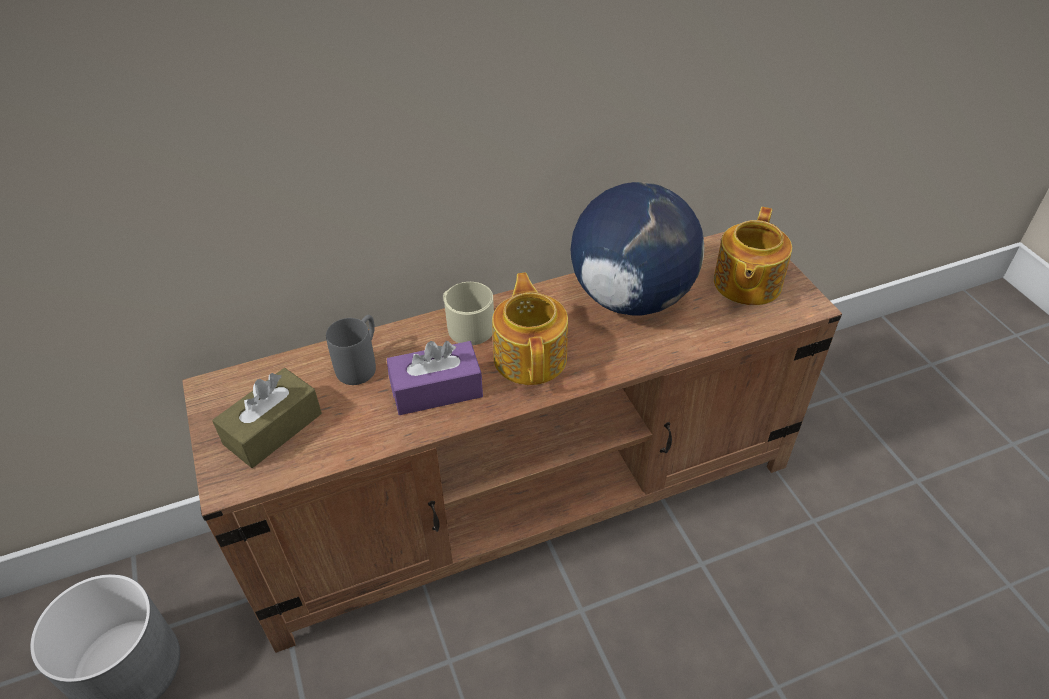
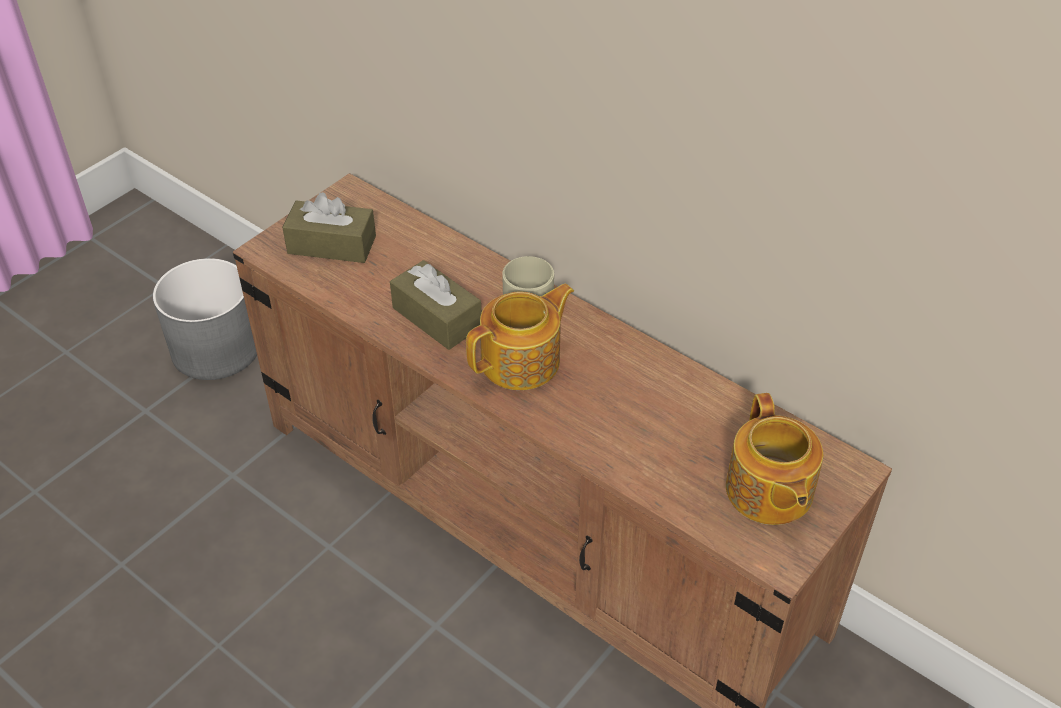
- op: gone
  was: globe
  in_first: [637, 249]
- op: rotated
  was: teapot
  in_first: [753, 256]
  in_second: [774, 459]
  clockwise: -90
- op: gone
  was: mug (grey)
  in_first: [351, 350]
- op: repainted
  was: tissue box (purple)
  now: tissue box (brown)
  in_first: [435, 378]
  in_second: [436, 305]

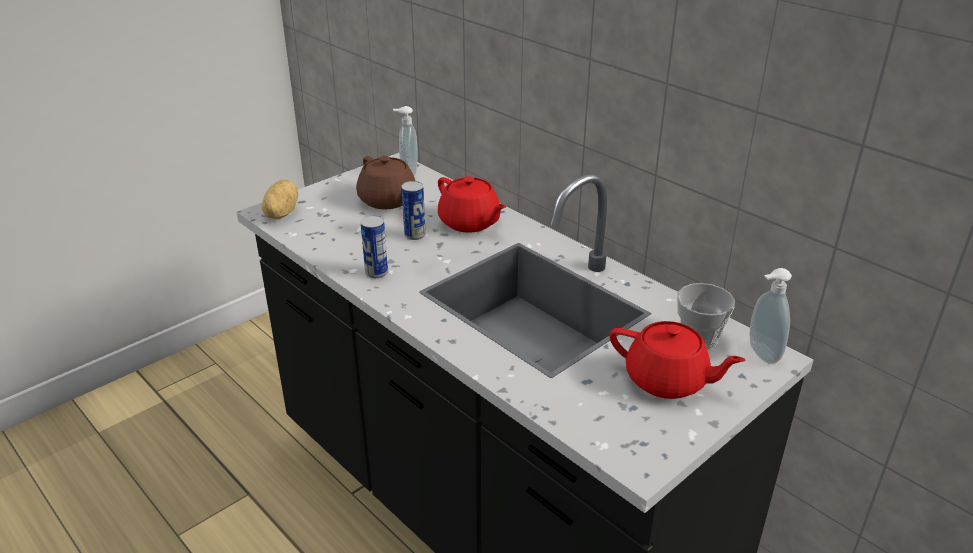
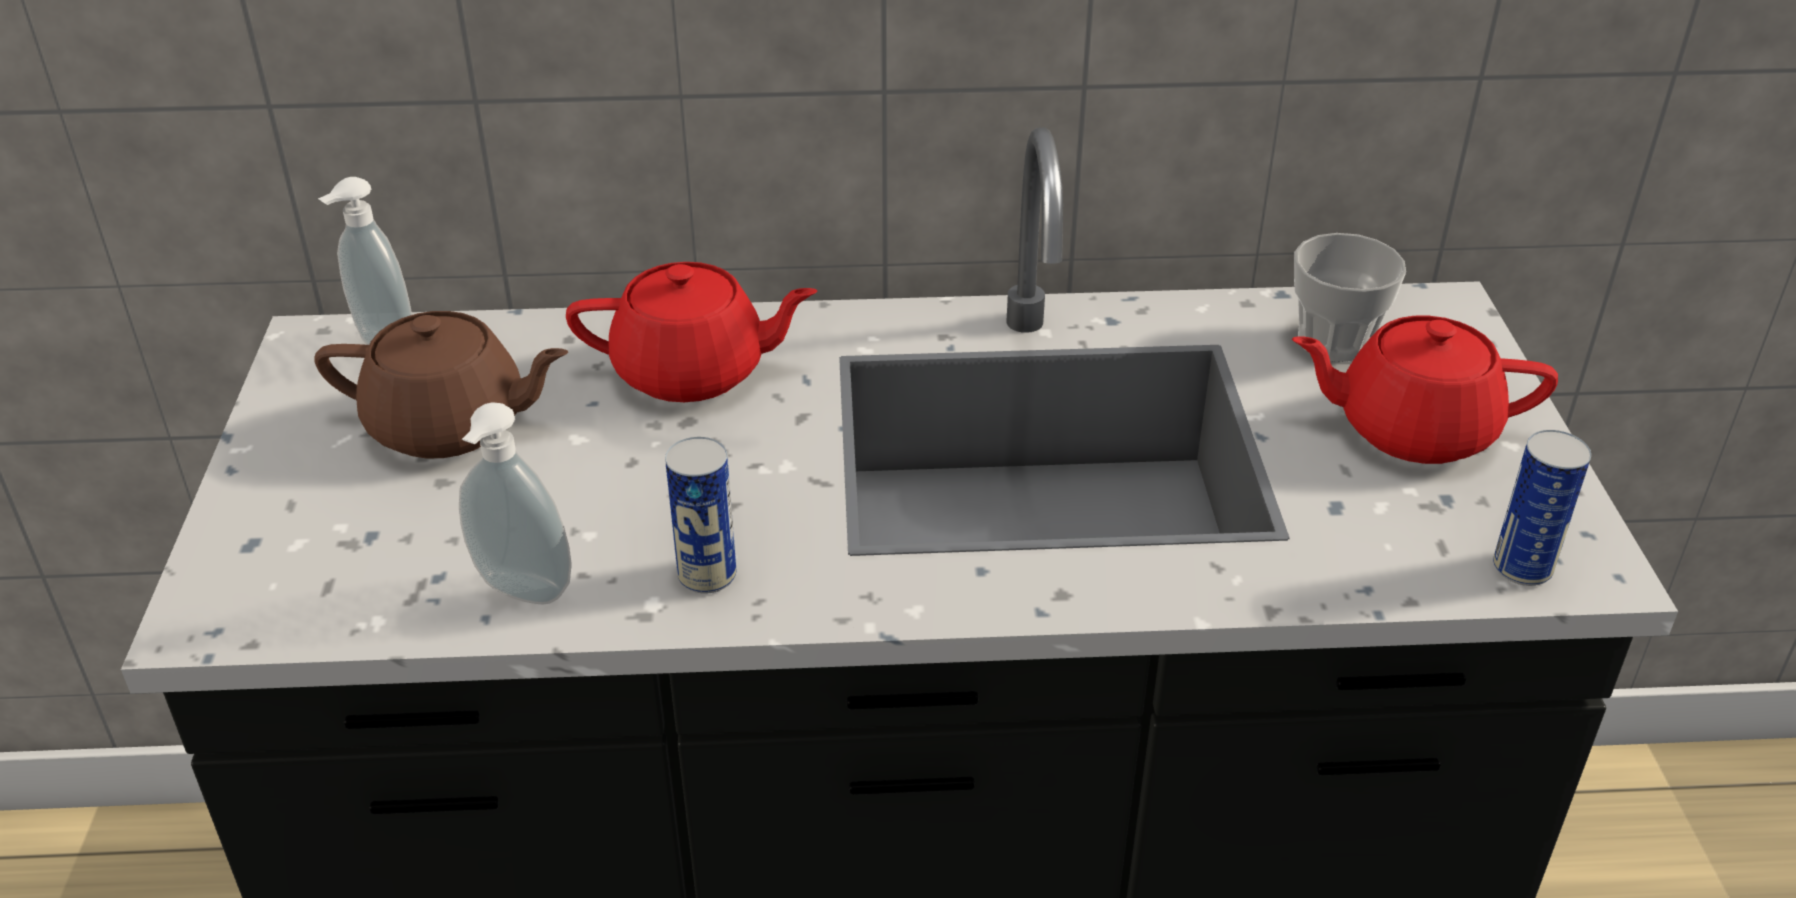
- op: gone
  was: potato
  in_first: [279, 199]
- op: shifted
  was: can
  in_first: [413, 210]
  in_second: [1542, 508]
- op: shifted
  was: soap dispenser
  in_first: [770, 316]
  in_second: [515, 503]
- op: rotated
  was: teapot (red)
  in_first: [678, 360]
  in_second: [1425, 390]
  clockwise: -150

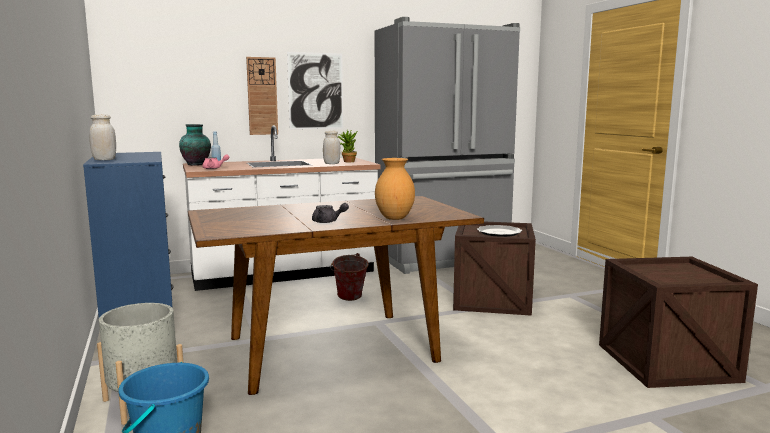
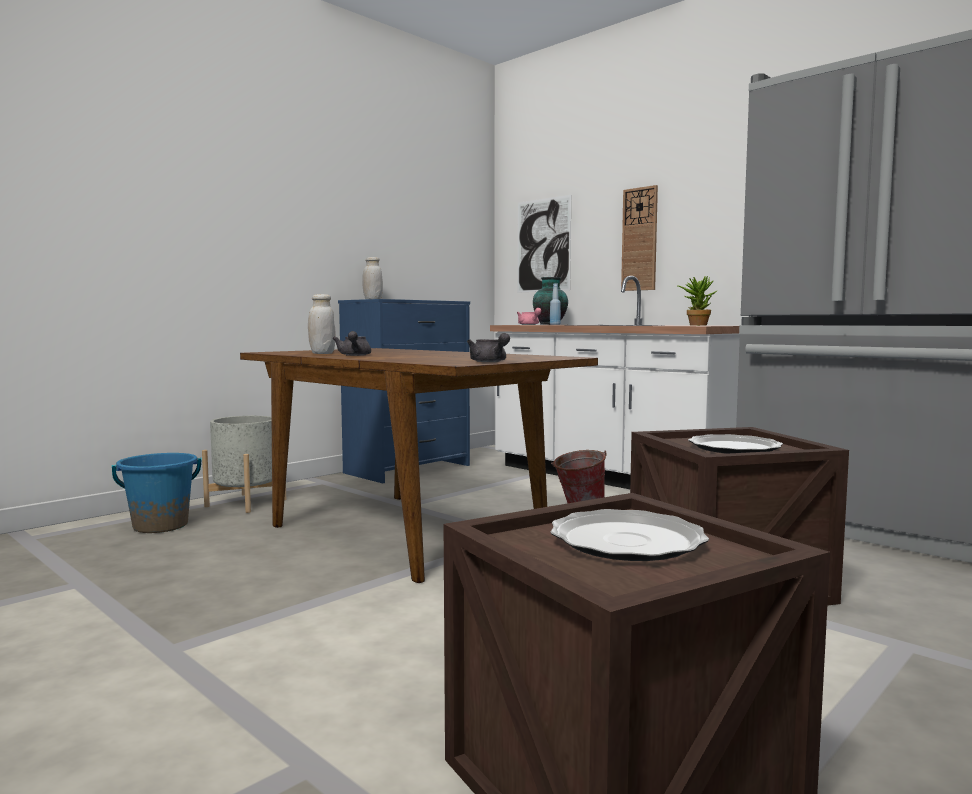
- op: shifted
  was: picture
  in_first: [315, 90]
  in_second: [544, 244]
- op: shifted
  was: jar (white)
  in_first: [331, 147]
  in_second: [322, 324]
- op: gone
  was: vase (brown)
  in_first: [395, 189]
- op: new
  now: teapot (grey)
  in_second: [488, 347]
- op: new
  now: plate
  in_second: [629, 535]

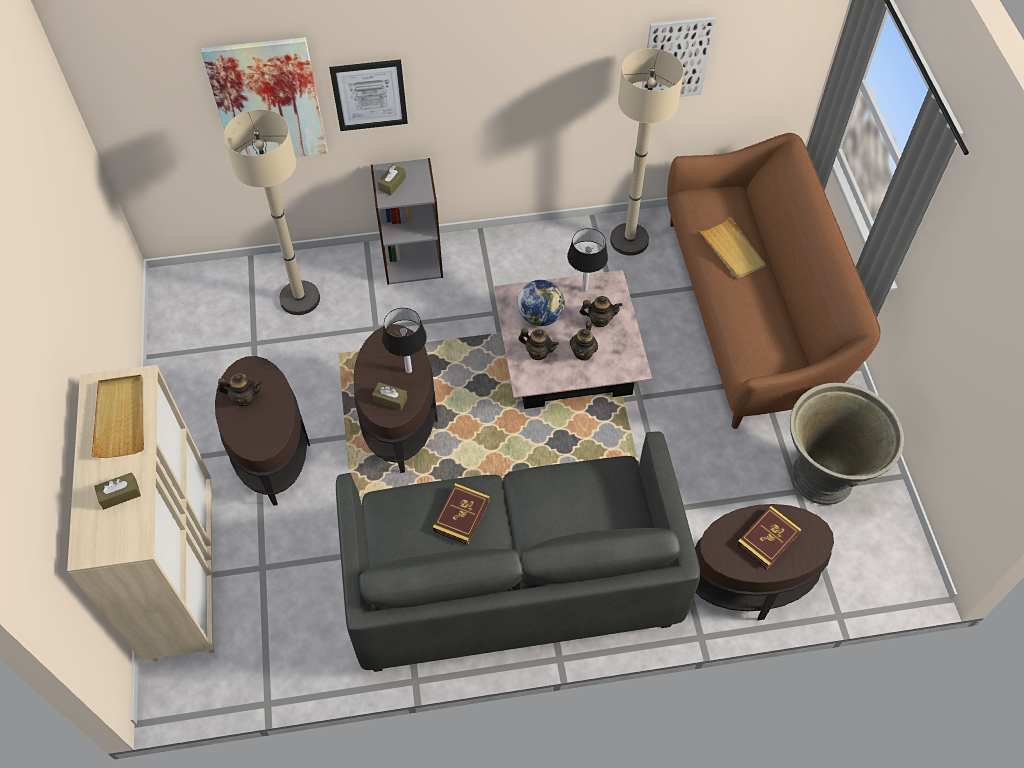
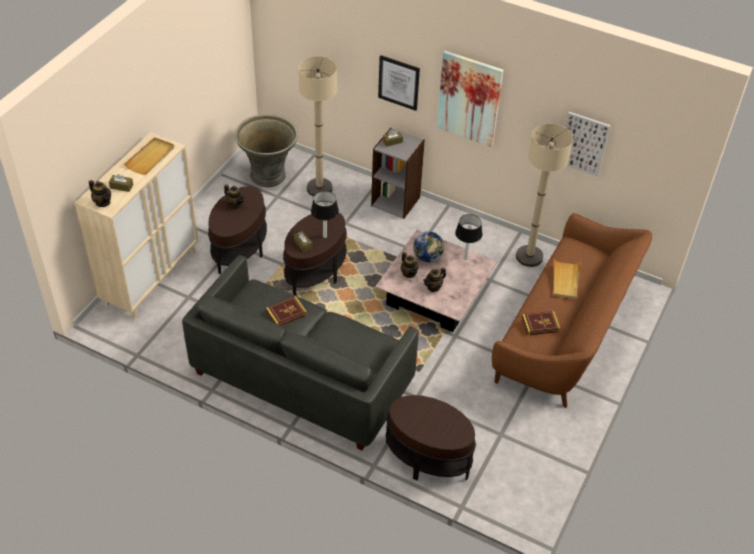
- op: shifted
  was: picture
  in_first: [264, 97]
  in_second: [470, 99]
- op: shifted
  was: teapot
  in_first: [601, 311]
  in_second: [100, 193]
- op: shifted
  was: planter (grey)
  in_first: [847, 444]
  in_second: [266, 150]
- op: shifted
  was: book
  in_first: [769, 537]
  in_second: [541, 323]

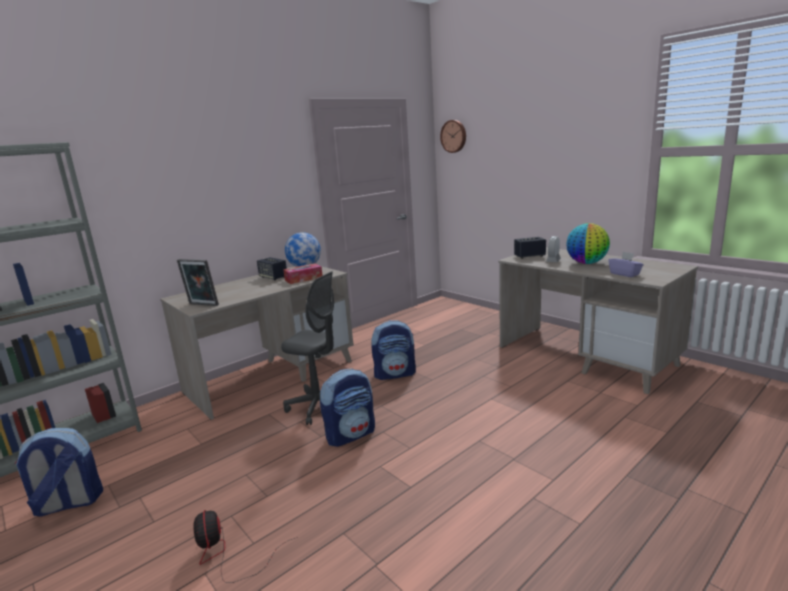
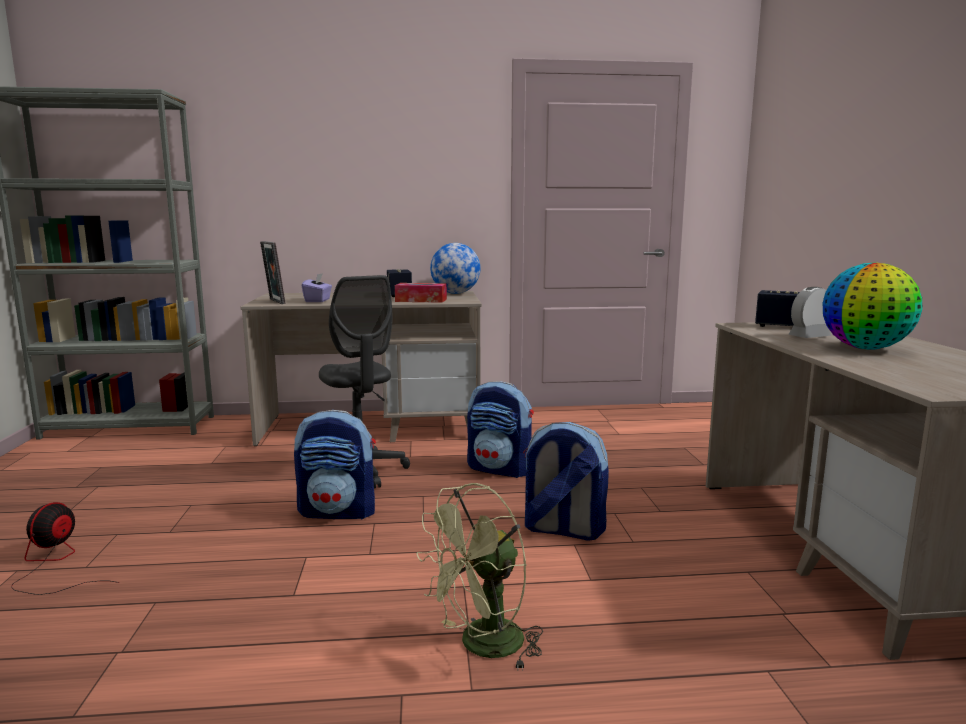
- op: gone
  was: wall clock
  in_first: [453, 136]
- op: shifted
  was: tissue box (purple)
  in_first: [626, 264]
  in_second: [317, 287]
- op: shifted
  was: backpack
  in_first: [58, 472]
  in_second: [566, 481]
- op: new
  now: fan (green)
  in_second: [479, 577]

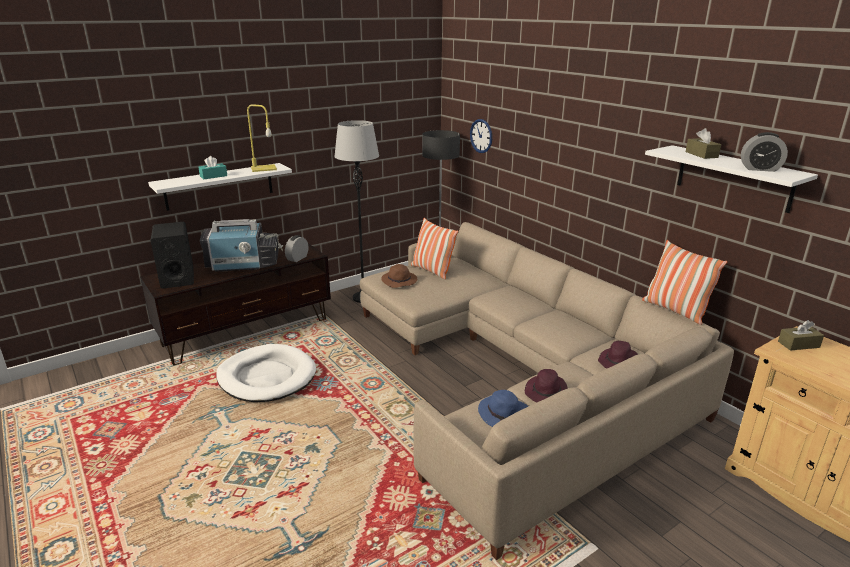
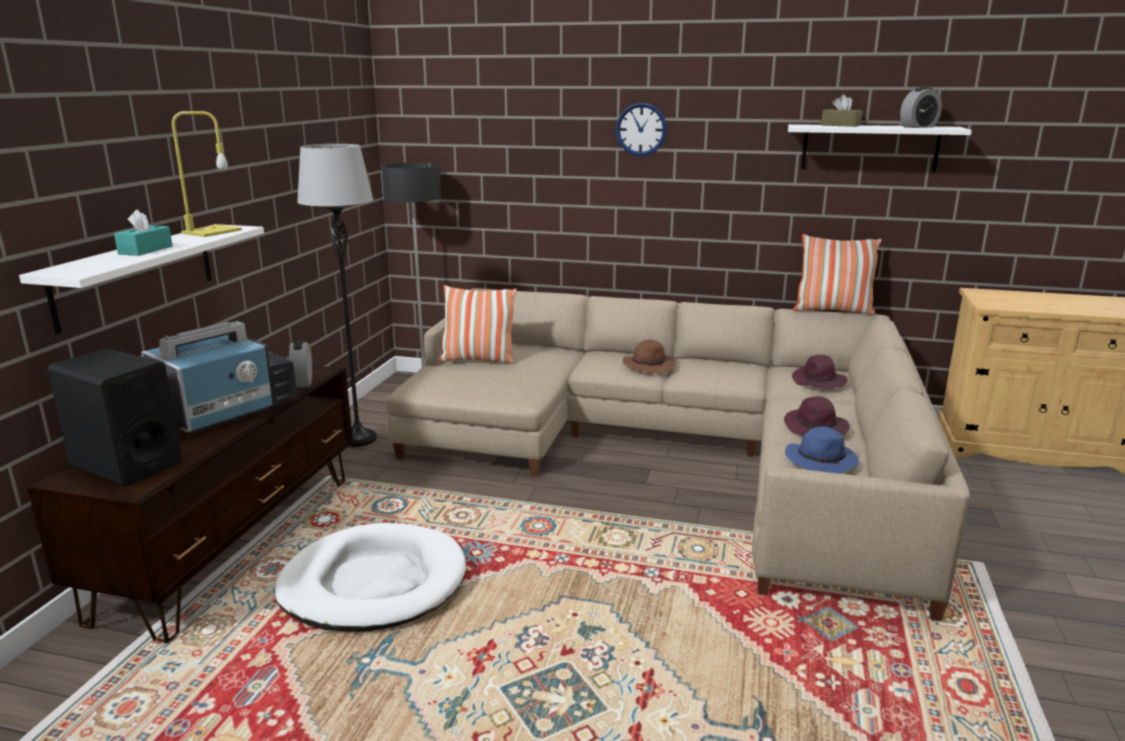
- op: shifted
  was: wall clock
  in_first: [481, 136]
  in_second: [641, 129]
- op: shifted
  was: hat (brown)
  in_first: [399, 276]
  in_second: [649, 357]
- op: gone
  was: tissue box (brown)
  in_first: [801, 335]

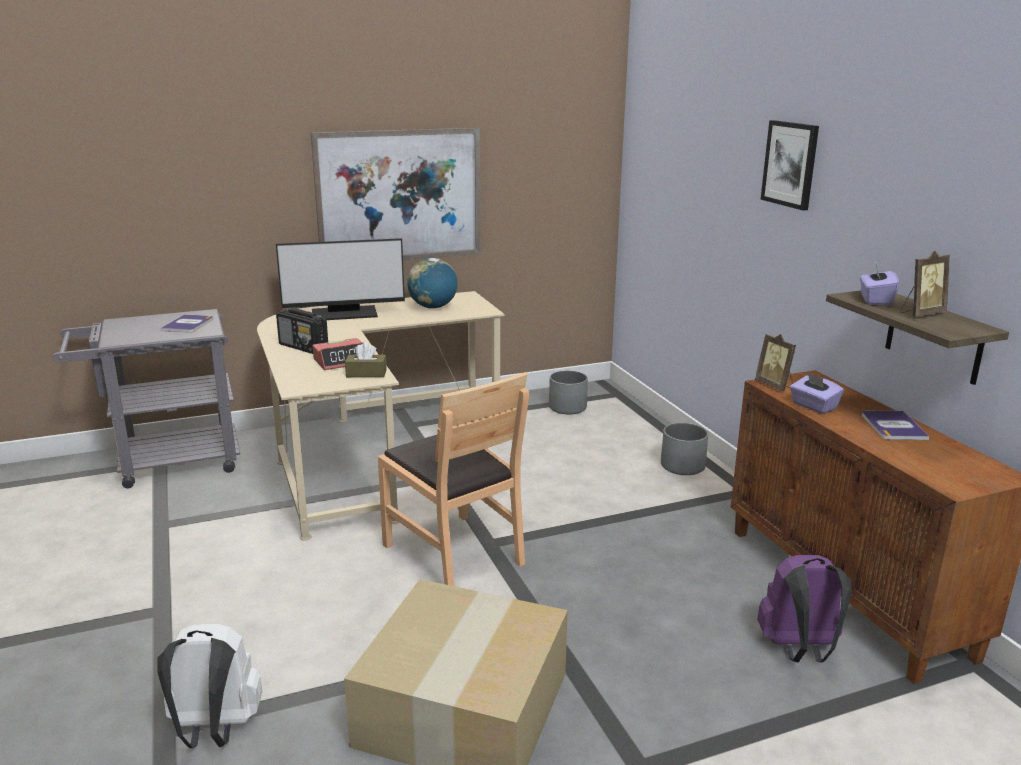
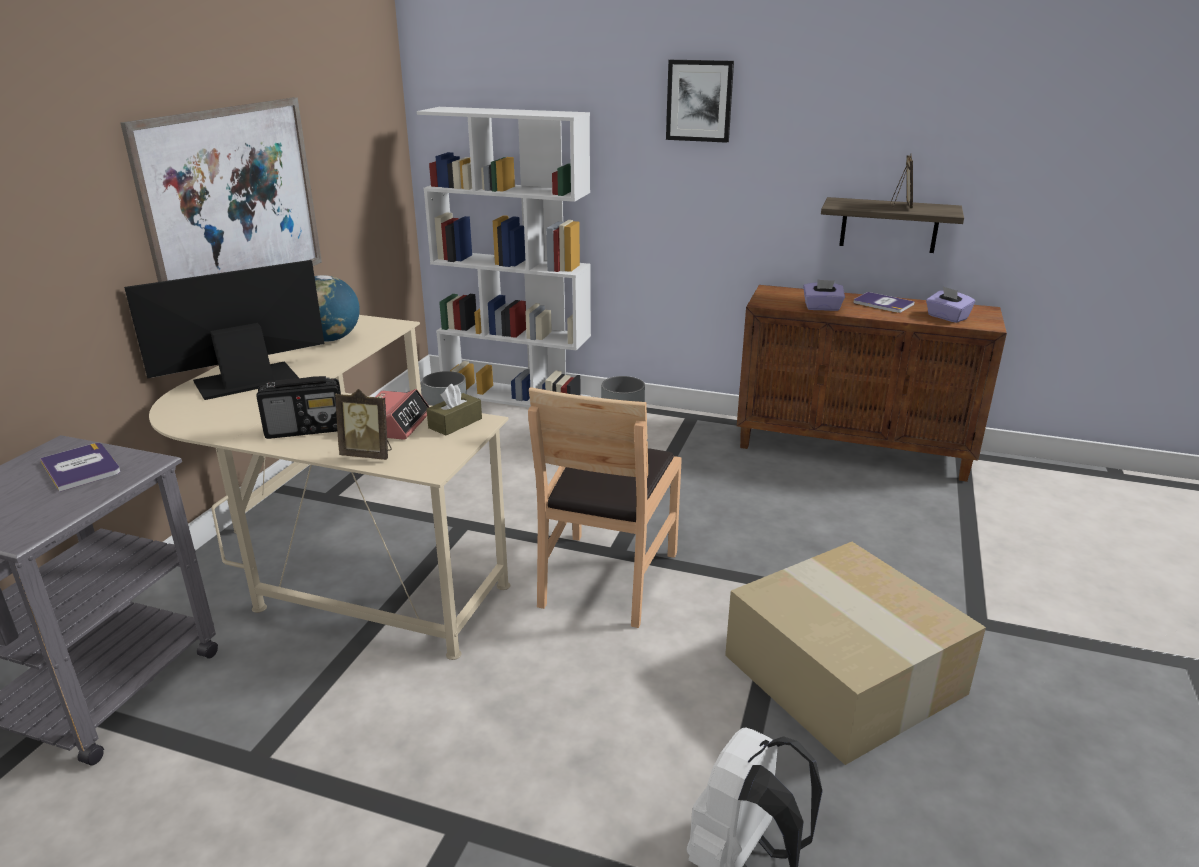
- op: rotated
  was: monitor
  in_first: [340, 279]
  in_second: [224, 330]
  clockwise: -150
- op: shifted
  was: tissue box (purple)
  in_first: [879, 284]
  in_second: [950, 304]
- op: shifted
  was: picture frame
  in_first: [775, 363]
  in_second: [363, 424]
- op: rotated
  was: chair (brown)
  in_first: [453, 479]
  in_second: [605, 507]
  clockwise: 105
- op: gone
  was: backpack (purple)
  in_first: [804, 609]
- op: new
  now: bookcase (white)
  in_second: [504, 257]

